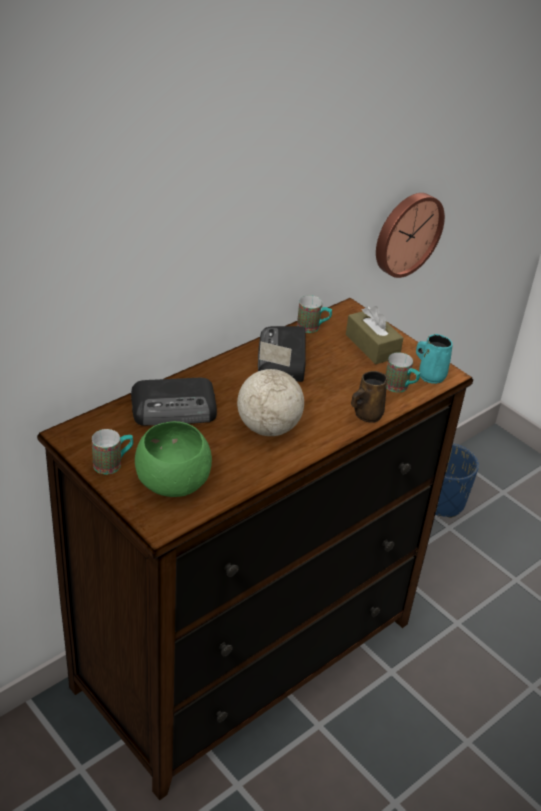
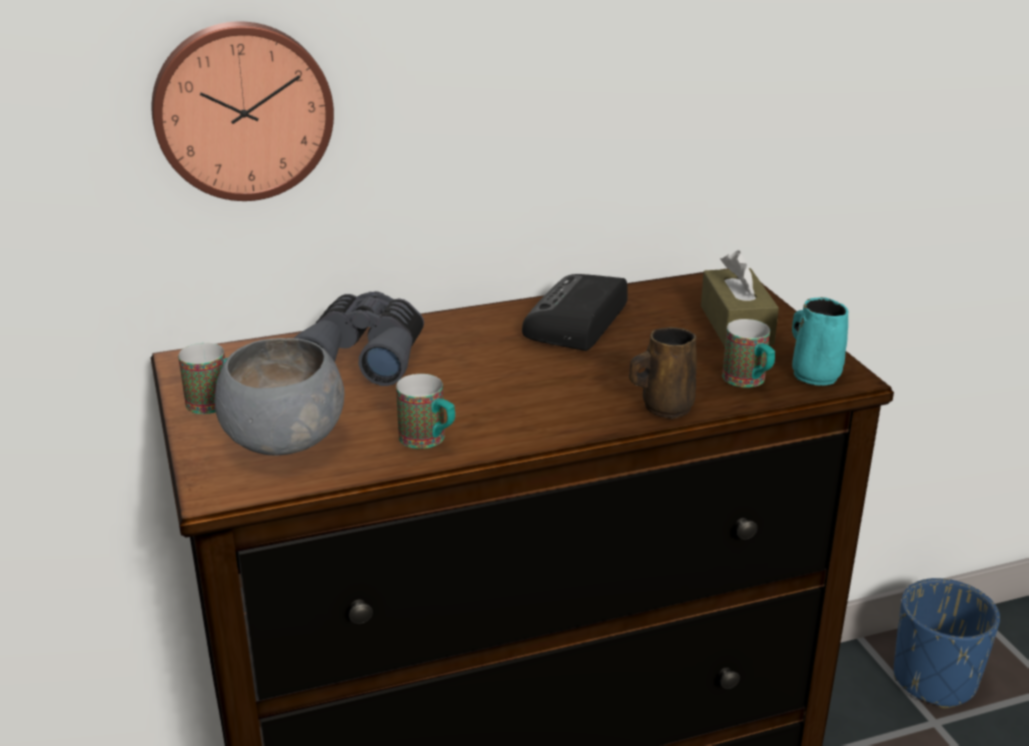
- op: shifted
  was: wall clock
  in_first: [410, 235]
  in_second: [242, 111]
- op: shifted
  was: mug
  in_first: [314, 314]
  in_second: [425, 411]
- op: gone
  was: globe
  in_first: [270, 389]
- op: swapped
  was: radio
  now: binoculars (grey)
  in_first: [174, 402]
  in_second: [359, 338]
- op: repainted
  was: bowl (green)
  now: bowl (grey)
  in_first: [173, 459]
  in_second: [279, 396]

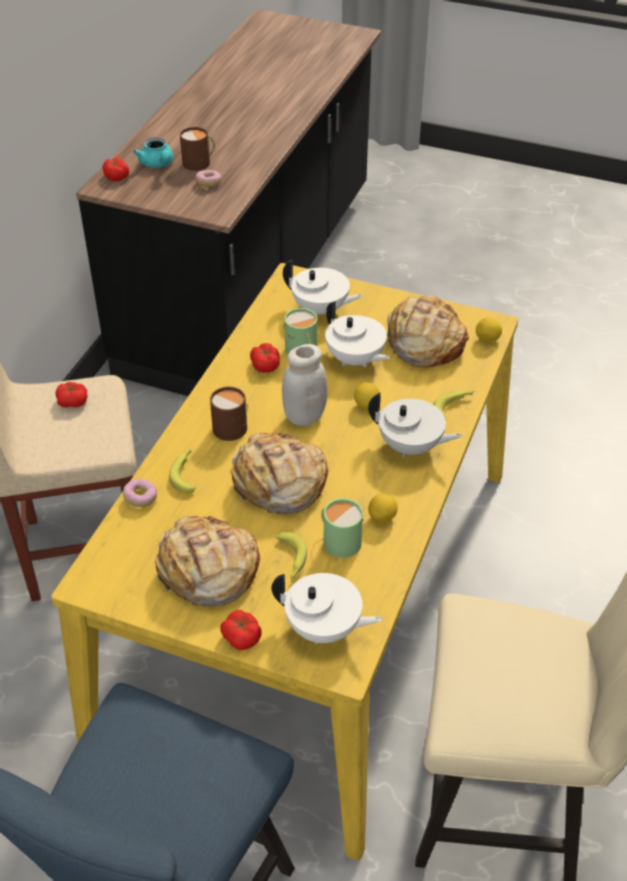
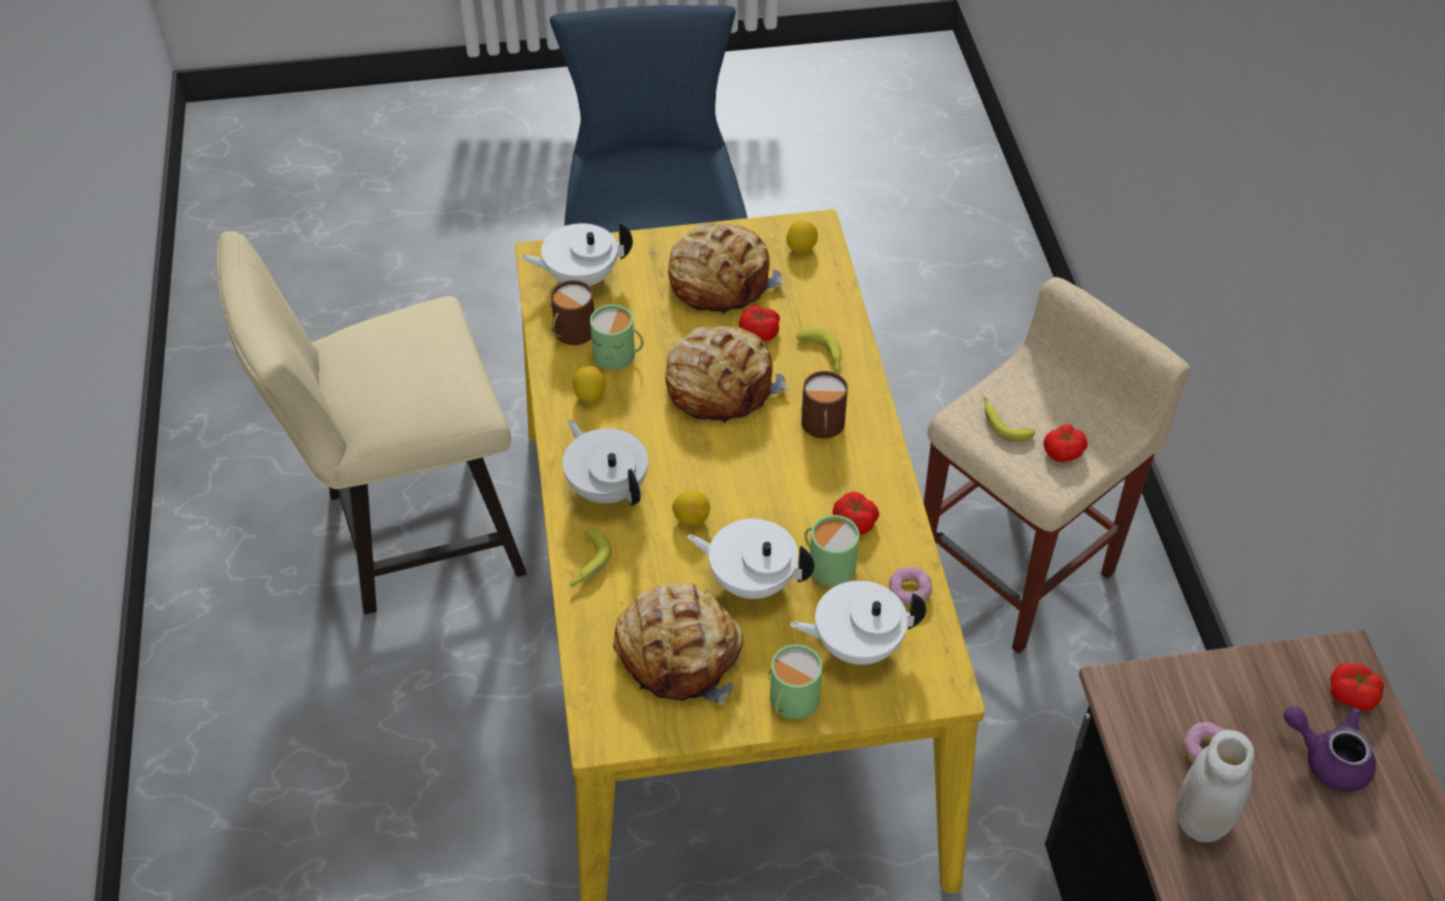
- op: shifted
  was: mug (brown)
  in_first: [197, 149]
  in_second: [572, 312]
- op: repainted
  was: teapot (turquoise)
  now: teapot (purple)
  in_first: [153, 152]
  in_second: [1330, 749]
- op: shifted
  was: lemon
  in_first: [489, 329]
  in_second: [802, 237]
- op: shifted
  was: jar (white)
  in_first: [304, 385]
  in_second: [1215, 786]
- op: rotated
  was: teapot (white)
  in_first: [415, 425]
  in_second: [605, 462]
  clockwise: 60
- op: shifted
  was: donut
  in_first: [140, 492]
  in_second: [910, 587]
- op: shifted
  was: banana
  in_first: [291, 555]
  in_second: [1009, 419]
- op: shifted
  was: tomato
  in_first: [241, 630]
  in_second: [759, 323]
- op: new
  now: mug (green)
  in_second: [795, 681]

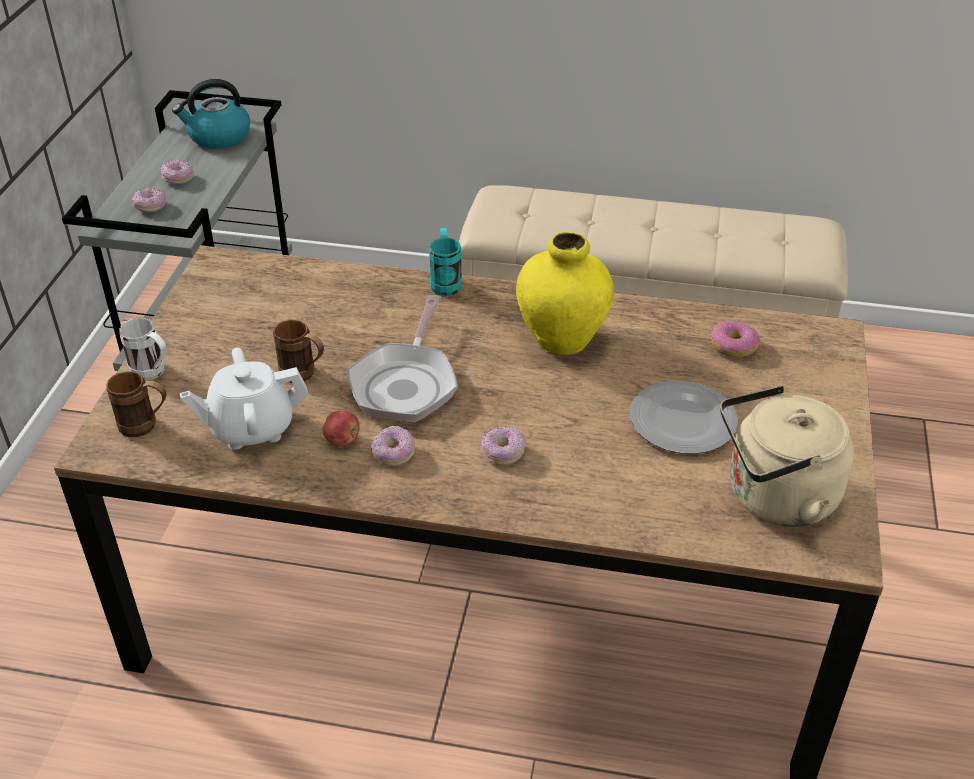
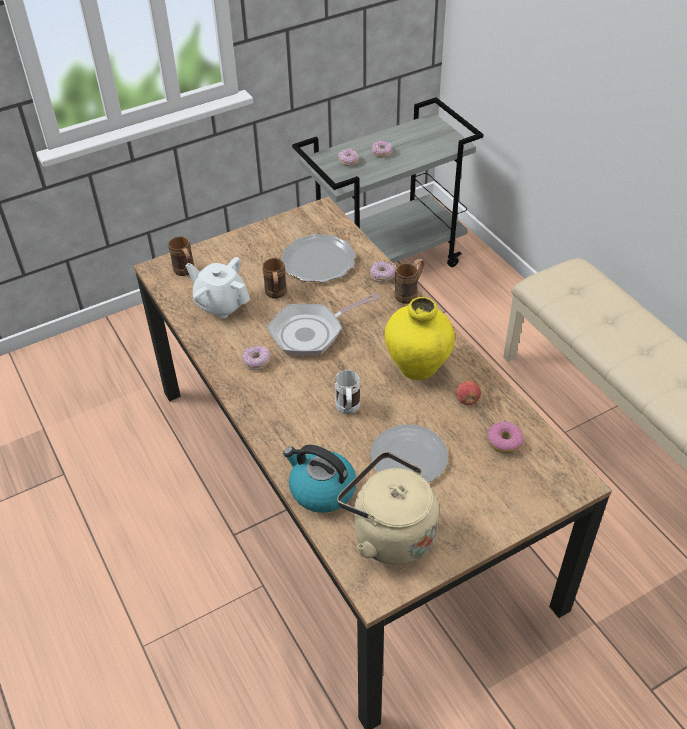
- op: shifted
  was: kettle
  in_first: [211, 114]
  in_second: [319, 479]
- op: repainted
  was: mug (turquoise)
  now: mug (brown)
  in_first: [445, 262]
  in_second: [409, 281]
- op: shifted
  was: mug (white)
  in_first: [143, 349]
  in_second: [347, 392]
- op: shifted
  was: apple
  in_first: [341, 428]
  in_second: [468, 393]
- op: shifted
  was: donut
  in_first: [503, 446]
  in_second: [382, 271]
- op: new
  now: plate
  in_second: [318, 258]

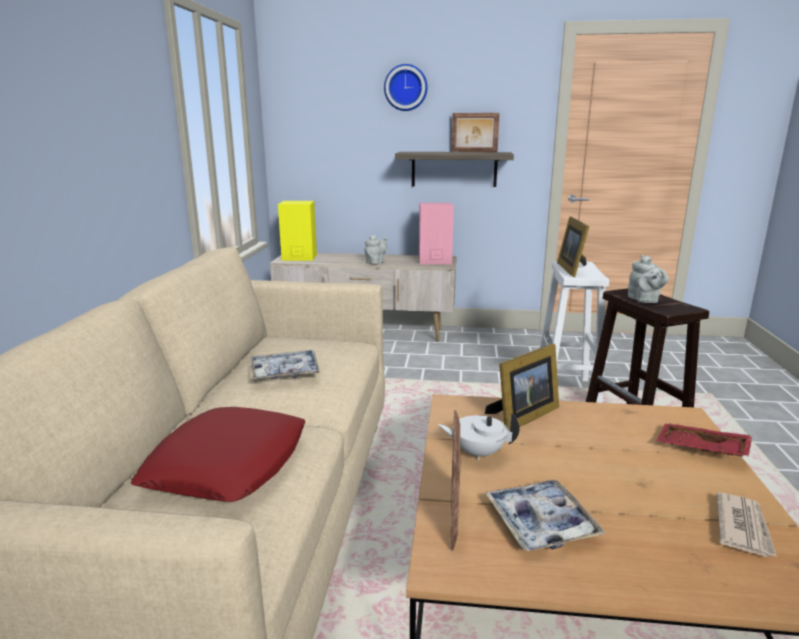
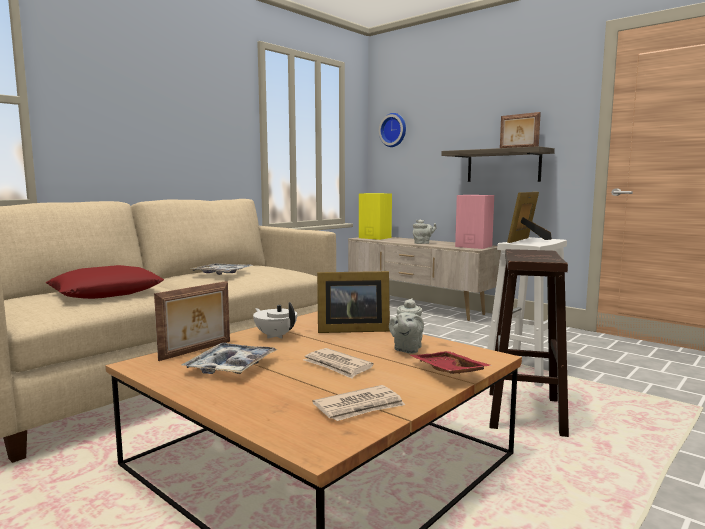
- op: shifted
  was: wall clock
  in_first: [406, 87]
  in_second: [392, 130]
- op: shifted
  was: teapot (grey)
  in_first: [648, 279]
  in_second: [406, 326]
- op: new
  now: newspaper
  in_second: [338, 363]

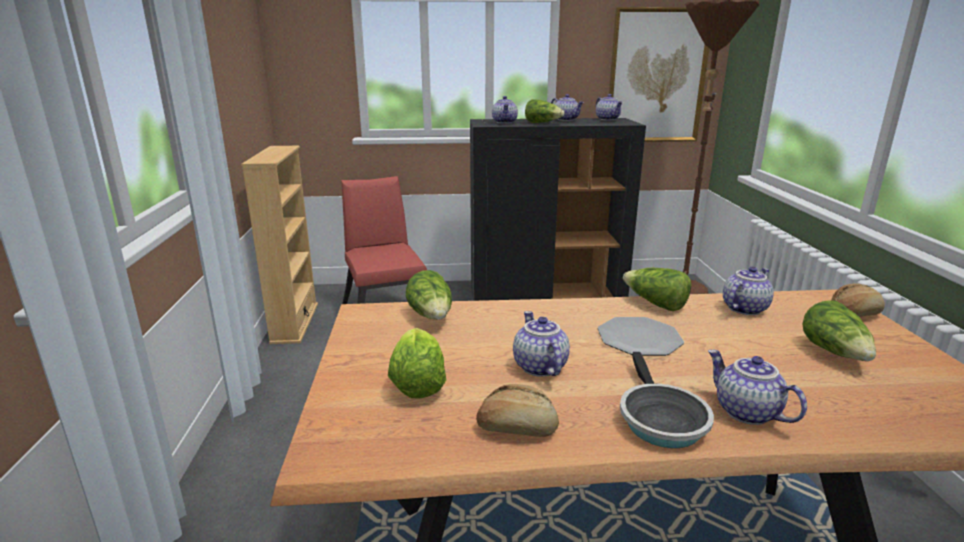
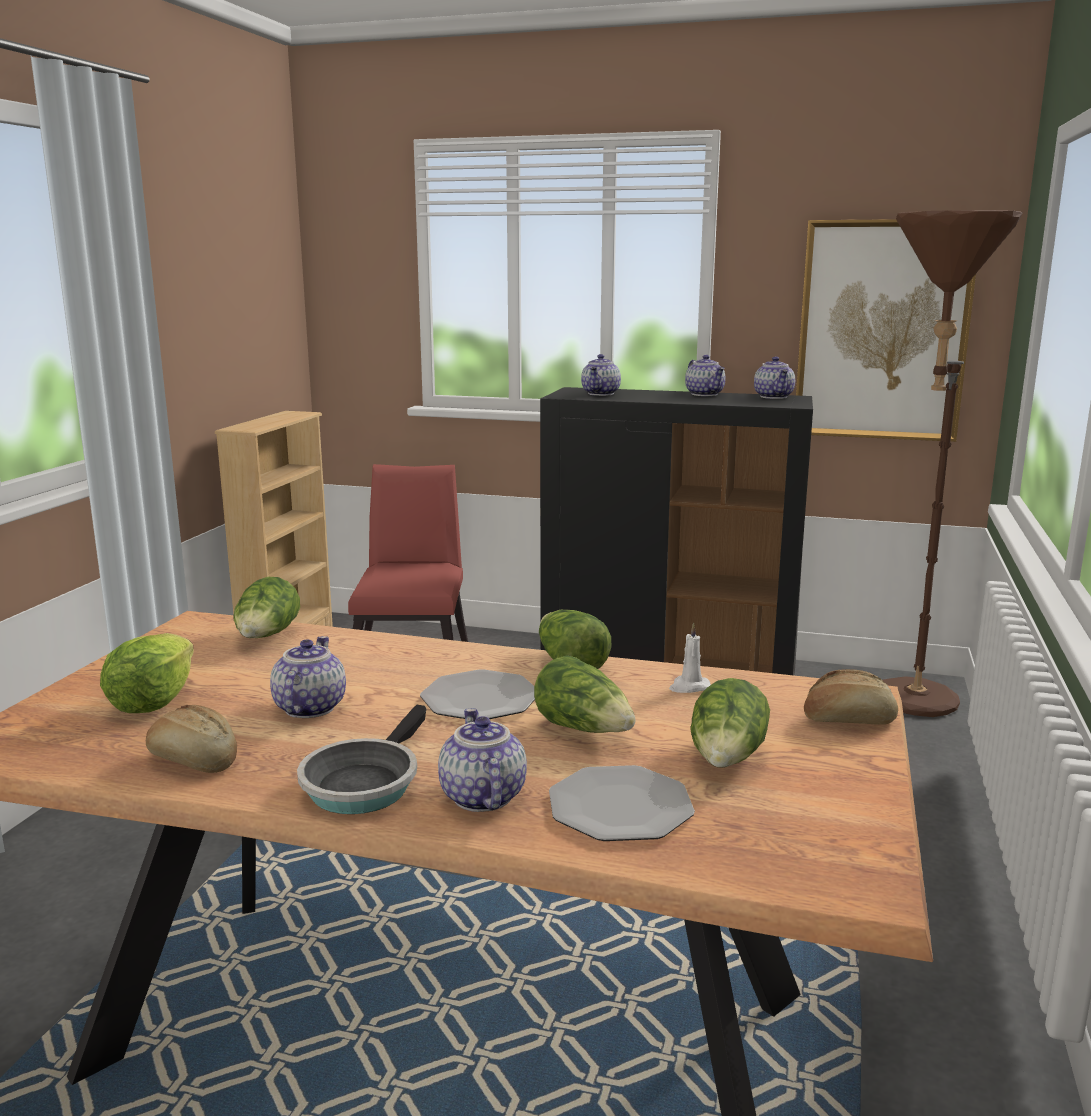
- op: shifted
  was: lettuce
  in_first: [545, 111]
  in_second: [585, 694]
- op: swapped
  was: teapot
  now: candle (white)
  in_first: [748, 290]
  in_second: [690, 657]
- op: new
  now: plate
  in_second: [622, 803]

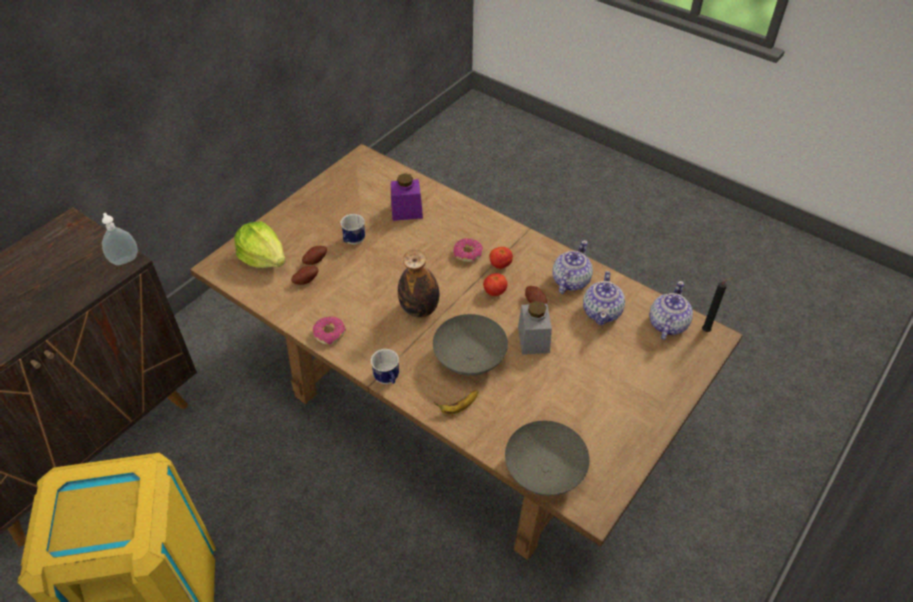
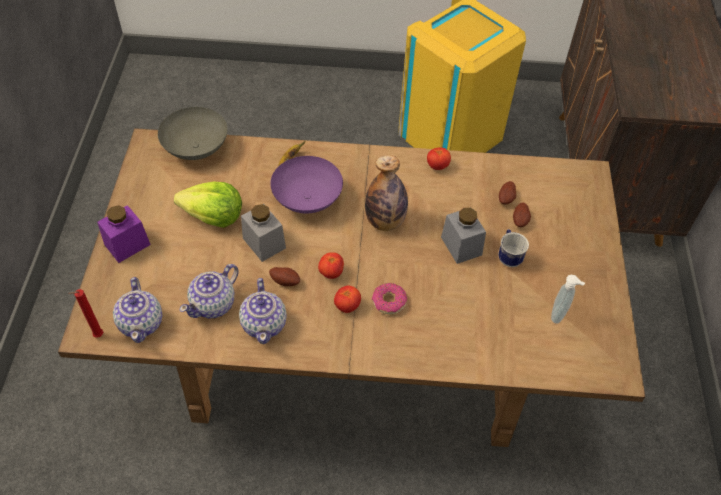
- op: shifted
  was: jar (purple)
  in_first: [407, 197]
  in_second: [124, 234]
- op: shifted
  was: soap dispenser
  in_first: [120, 239]
  in_second: [568, 299]
- op: shifted
  was: lettuce
  in_first: [259, 244]
  in_second: [208, 205]
- op: rotated
  was: teapot
  in_first: [604, 298]
  in_second: [209, 291]
  clockwise: -120
- op: repainted
  was: candle (black)
  now: candle (red)
  in_first: [717, 305]
  in_second: [85, 313]
- op: repainted
  was: bowl (grey)
  now: bowl (purple)
  in_first: [470, 345]
  in_second: [306, 184]
- op: swapped
  was: donut
  now: tomato
  in_first: [329, 330]
  in_second: [439, 158]
- op: gone
  was: mug
  in_first: [385, 366]
- op: new
  now: jar (grey)
  in_second: [463, 236]

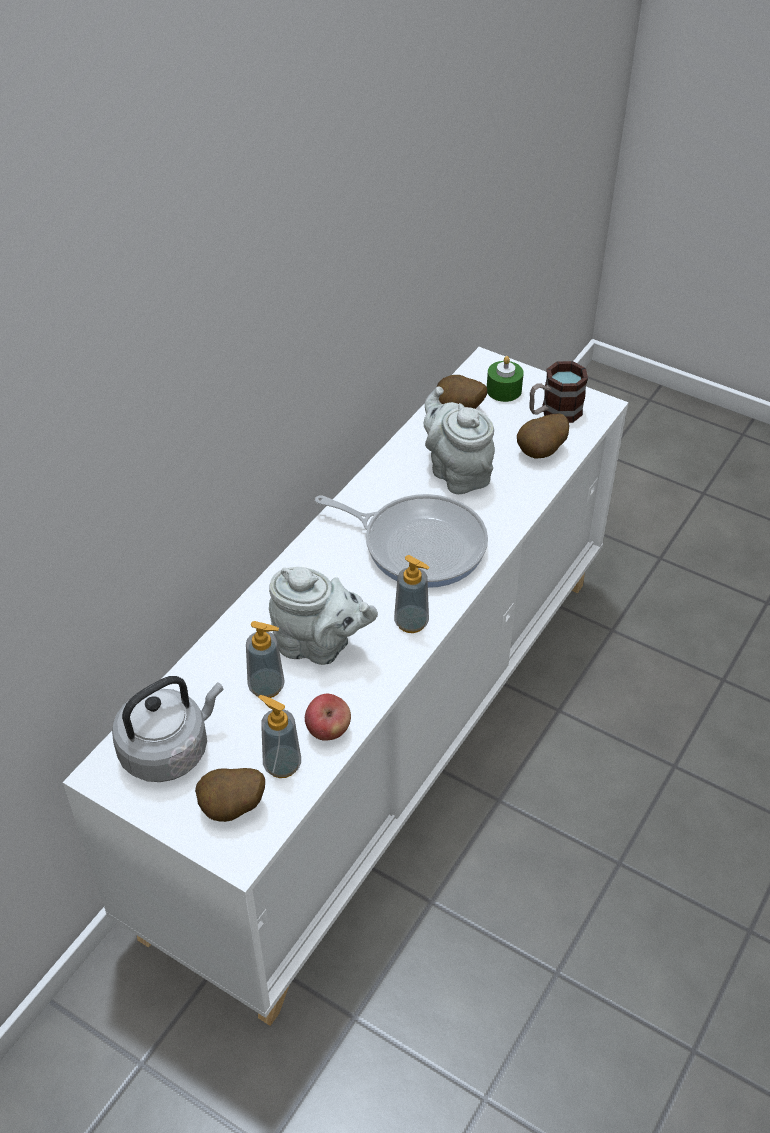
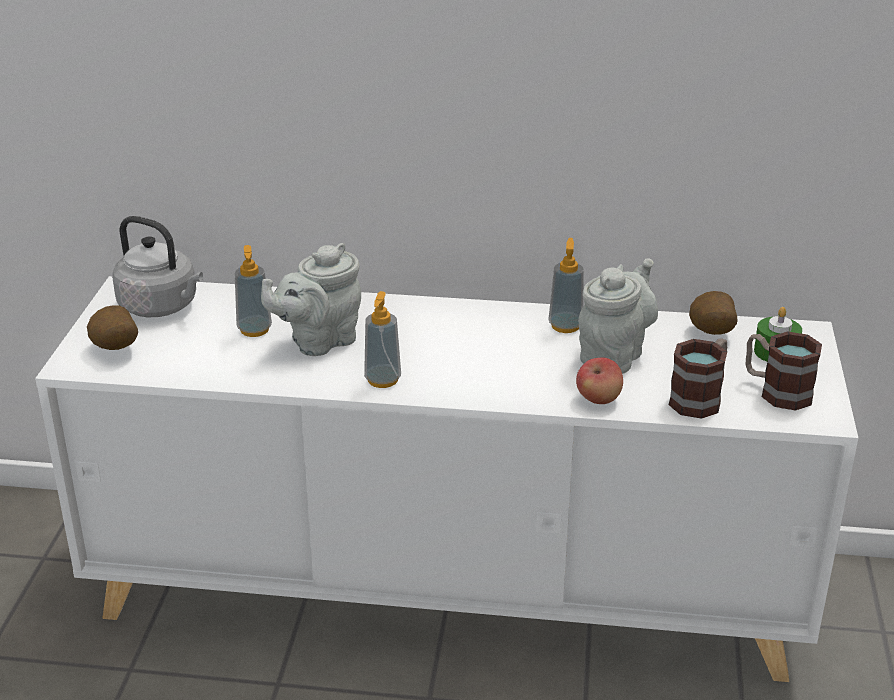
- op: swapped
  was: potato
  now: mug
  in_first: [543, 436]
  in_second: [697, 379]
- op: gone
  was: frying pan
  in_first: [401, 541]
- op: rotated
  was: teapot (grey)
  in_first: [323, 616]
  in_second: [311, 299]
  clockwise: 60
- op: shifted
  was: apple
  in_first: [328, 717]
  in_second: [599, 380]
- op: shifted
  was: soap dispenser
  in_first: [279, 736]
  in_second: [566, 285]

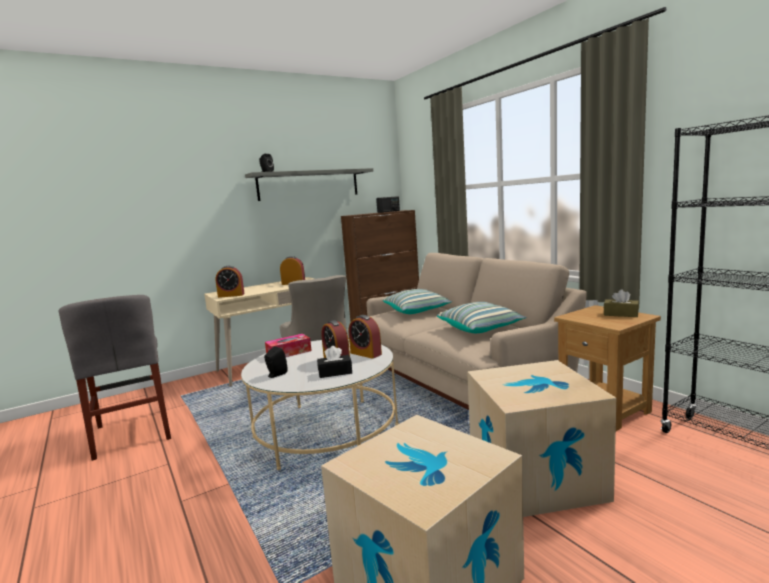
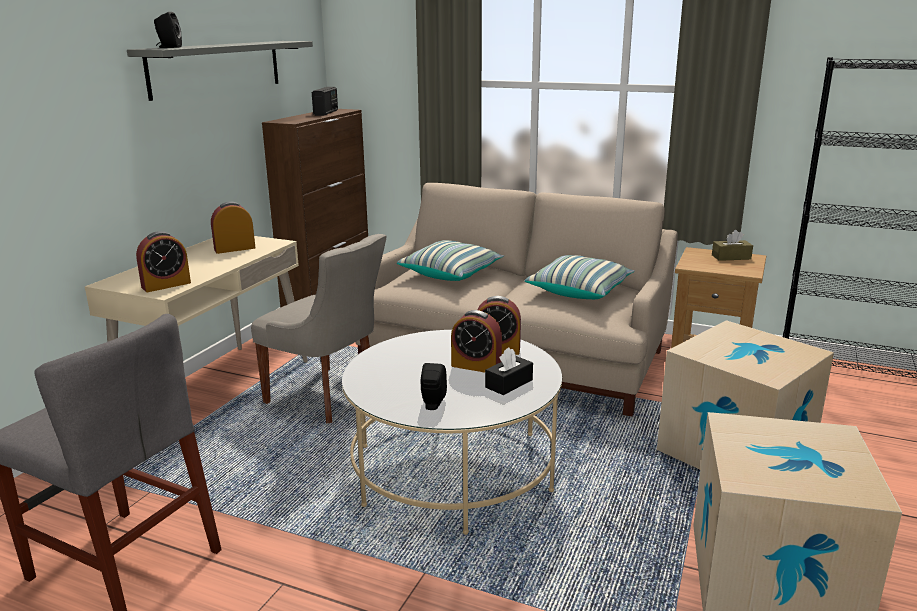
- op: gone
  was: tissue box
  in_first: [288, 345]

